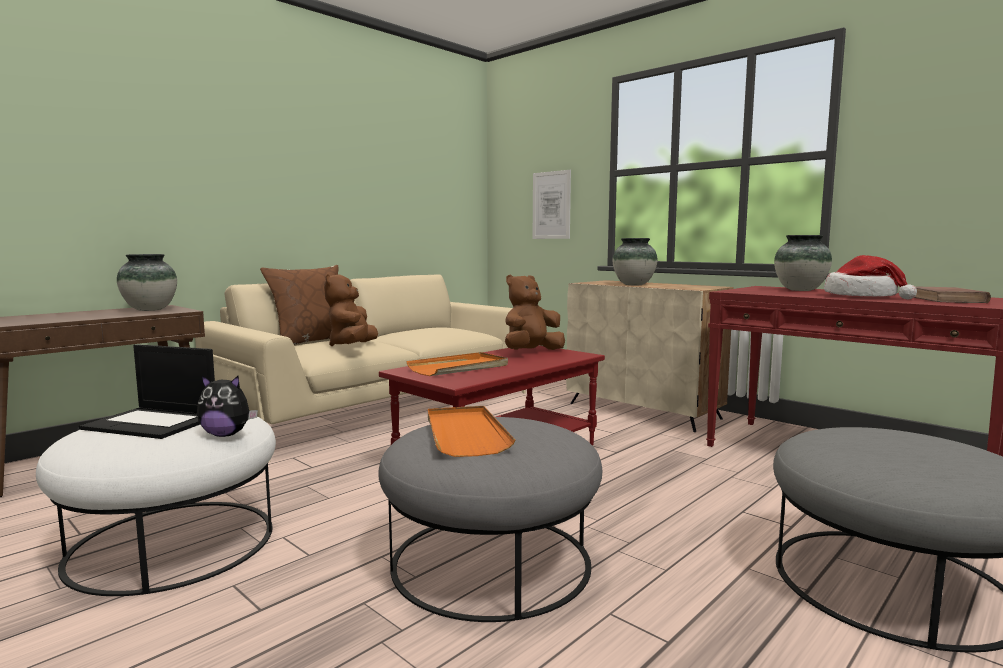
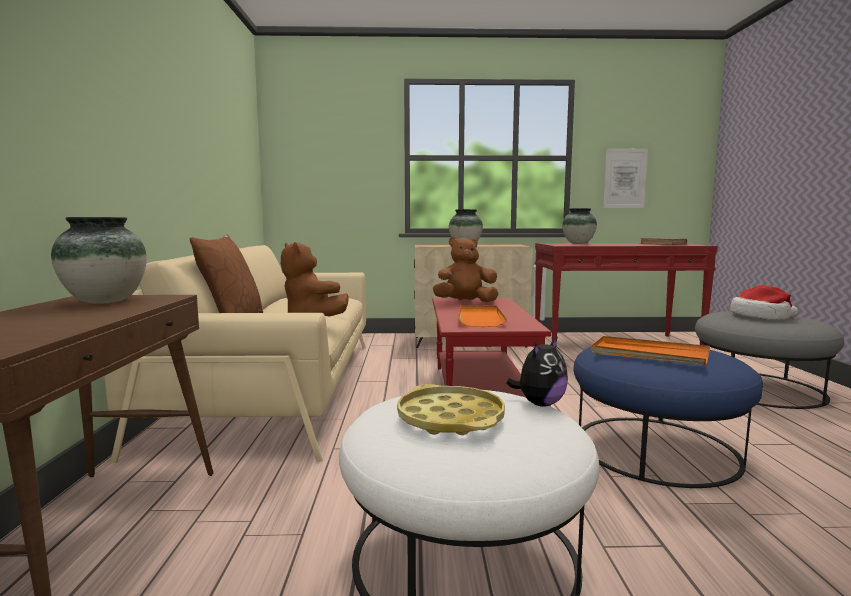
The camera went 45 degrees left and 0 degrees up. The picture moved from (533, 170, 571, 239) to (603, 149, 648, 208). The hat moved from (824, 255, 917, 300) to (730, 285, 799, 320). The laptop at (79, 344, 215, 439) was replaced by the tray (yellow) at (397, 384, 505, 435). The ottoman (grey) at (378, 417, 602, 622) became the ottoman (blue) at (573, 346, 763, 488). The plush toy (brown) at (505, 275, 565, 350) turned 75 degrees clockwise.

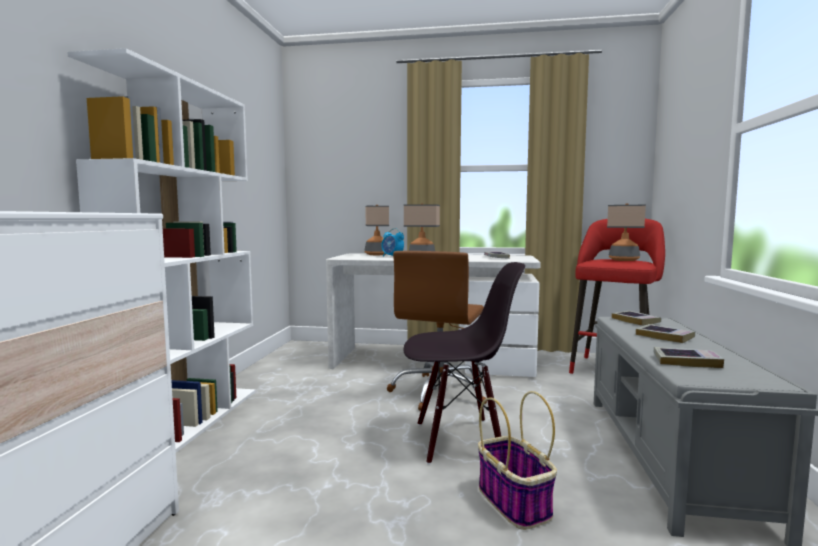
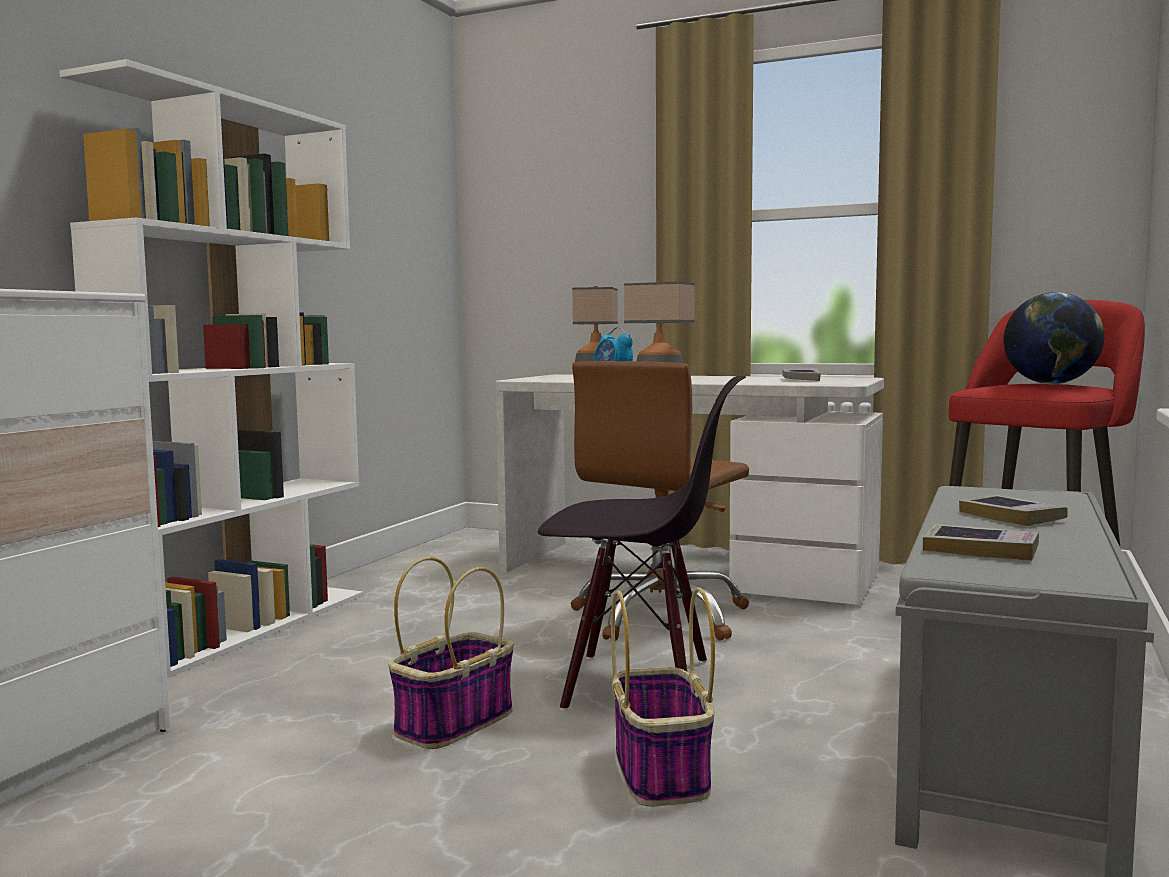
The camera went 15 degrees right and 0 degrees up. The book at (612, 311, 661, 326) disappeared. The basket at (388, 557, 514, 749) appeared. The table lamp at (607, 204, 646, 261) was replaced by the globe at (1004, 292, 1104, 384).

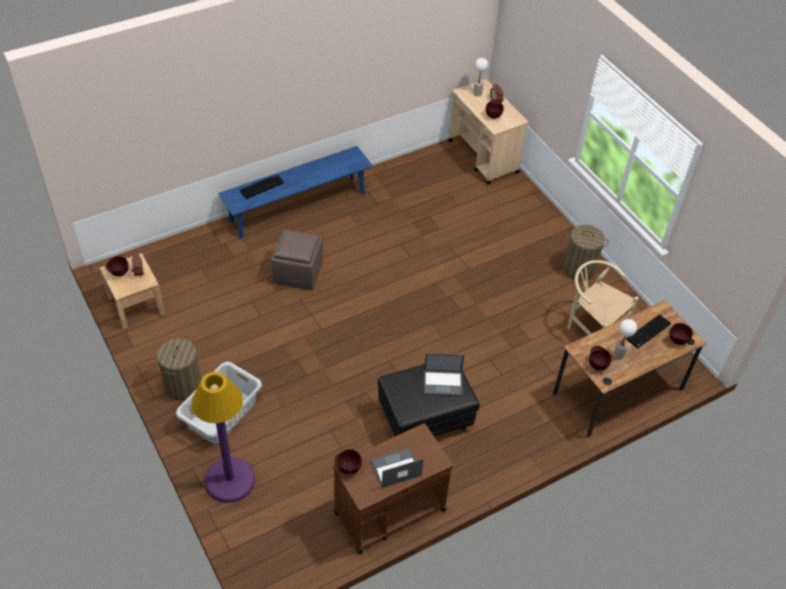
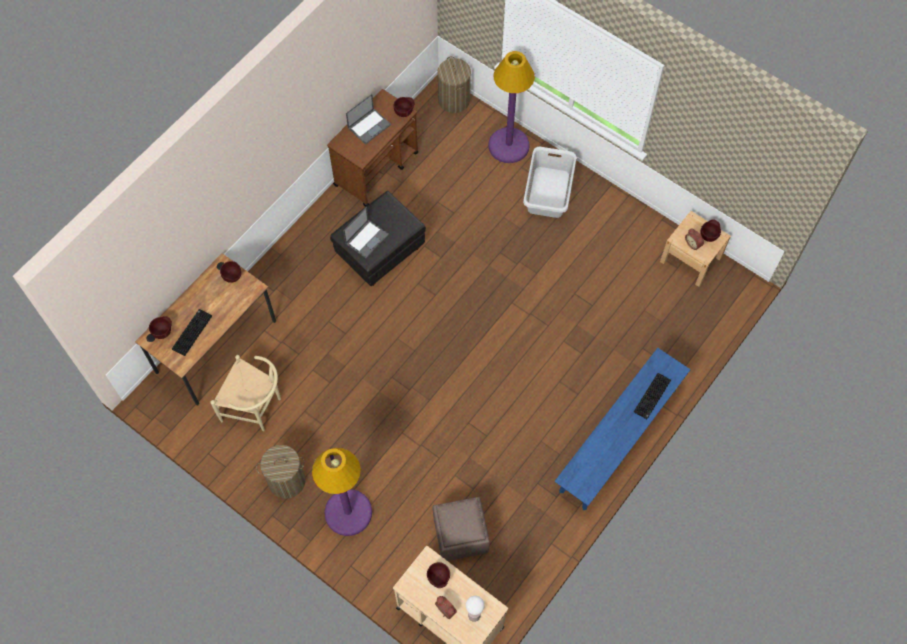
The camera went 160 degrees right and 15 degrees up. The table lamp at (613, 319, 637, 360) disappeared. The floor lamp (purple) at (312, 448, 372, 536) appeared. The laundry basket moved from (157, 336, 201, 401) to (437, 56, 471, 113). The ottoman (brown) moved from (271, 229, 323, 290) to (433, 497, 490, 561). The laptop at (424, 353, 464, 396) turned 150 degrees clockwise.

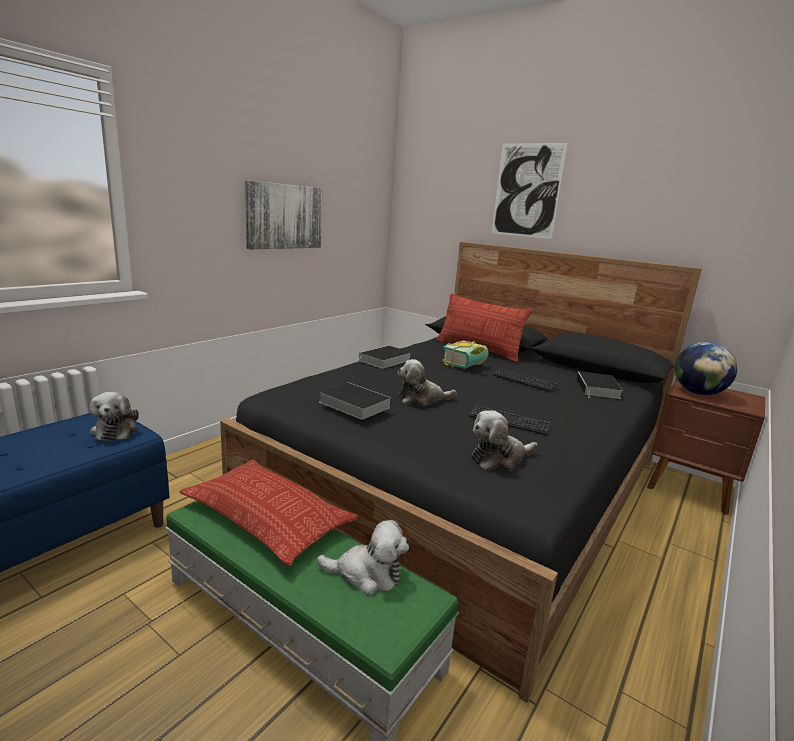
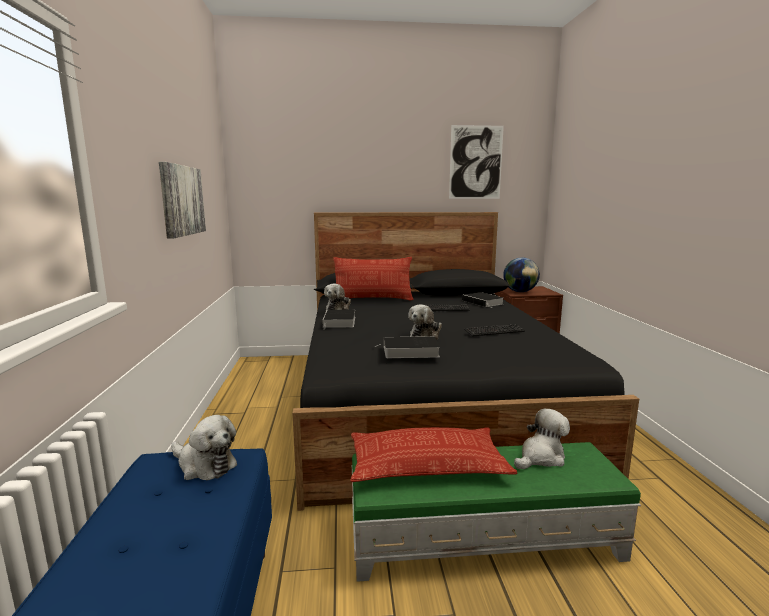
The camera went 40 degrees left and 5 degrees down. The book at (442, 340, 488, 369) disappeared. The plush toy moved from (471, 410, 538, 471) to (324, 284, 351, 311). The picture moved from (492, 143, 568, 239) to (449, 125, 504, 199).

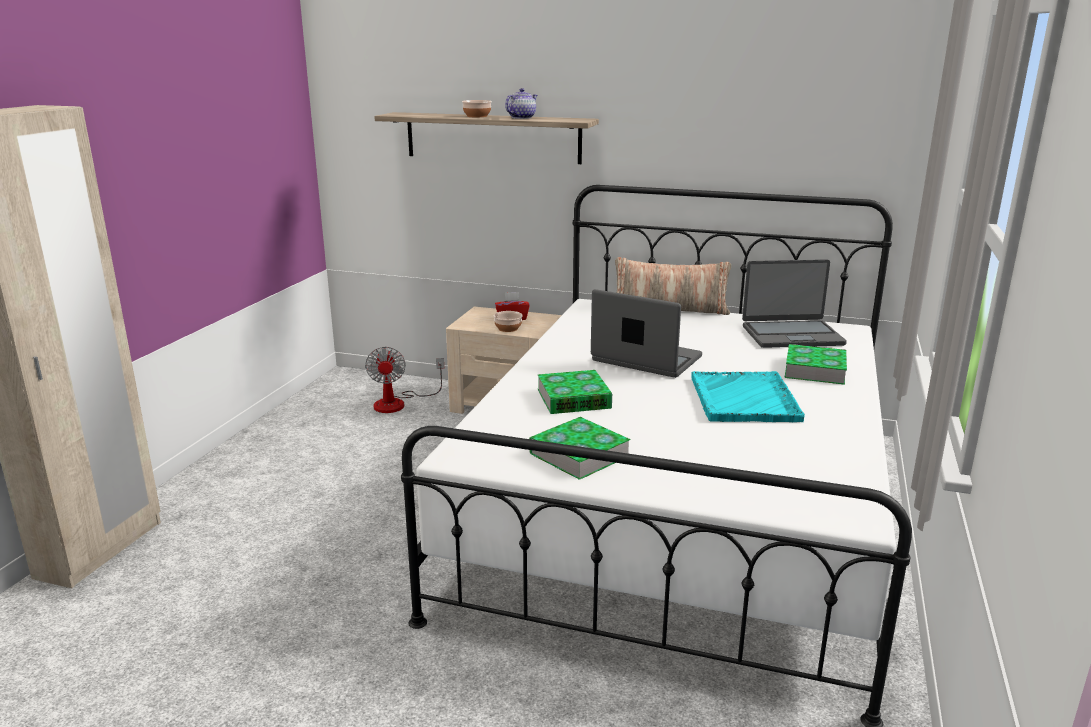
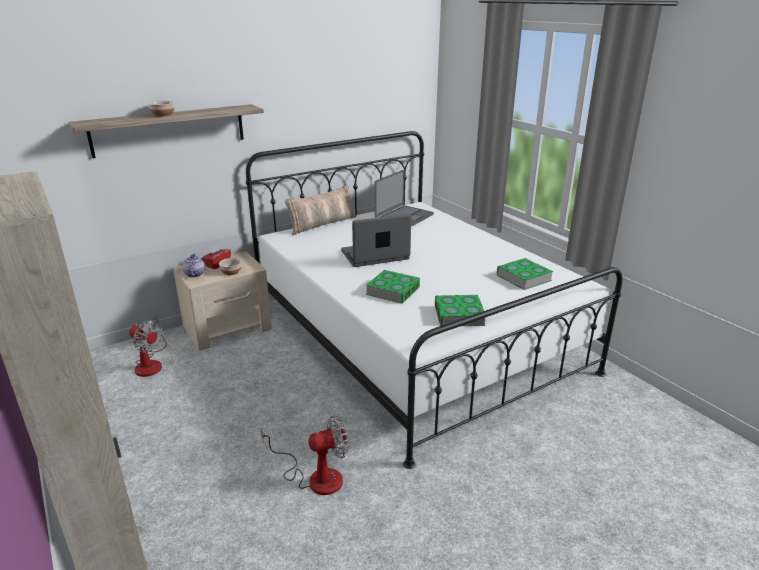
The camera went 50 degrees left and 5 degrees up. The tray (turquoise) at (691, 371, 805, 422) disappeared. The fan at (261, 416, 349, 495) appeared. The teapot moved from (505, 88, 537, 119) to (182, 254, 205, 277). The book moved from (785, 344, 847, 385) to (497, 258, 553, 290).

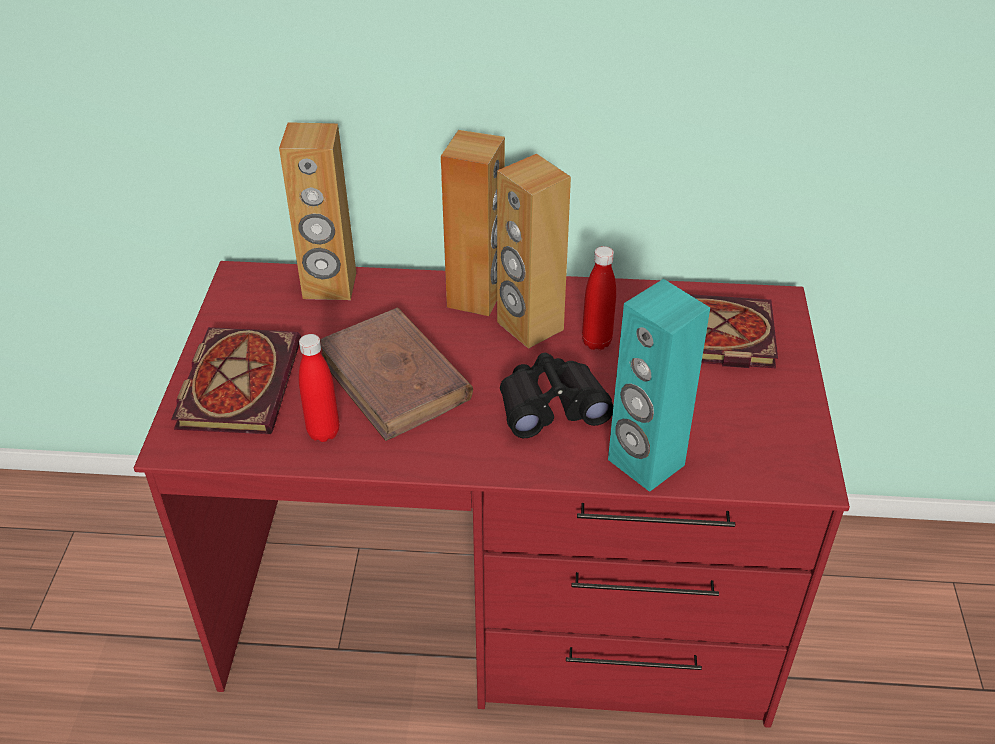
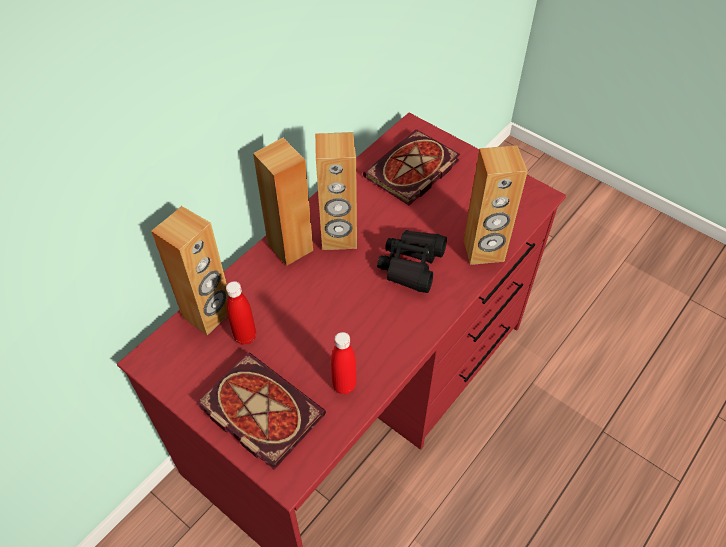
The camera went 55 degrees left and 10 degrees up. The book (brown) at (320, 308, 473, 441) disappeared. The bottle (red) moved from (582, 246, 616, 350) to (226, 281, 256, 345). The speaker (turquoise) at (608, 279, 710, 492) became the speaker (brown) at (464, 145, 528, 265).

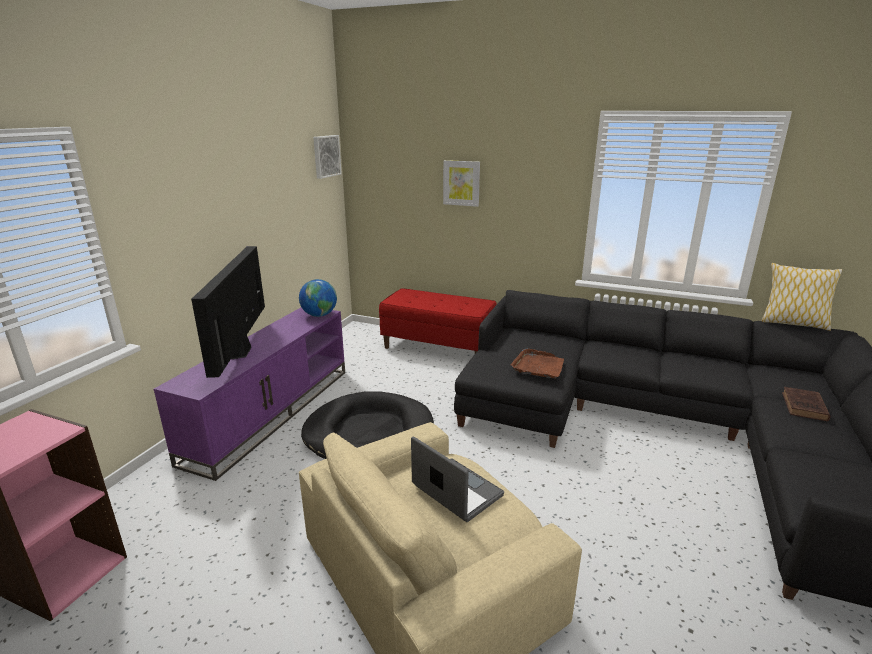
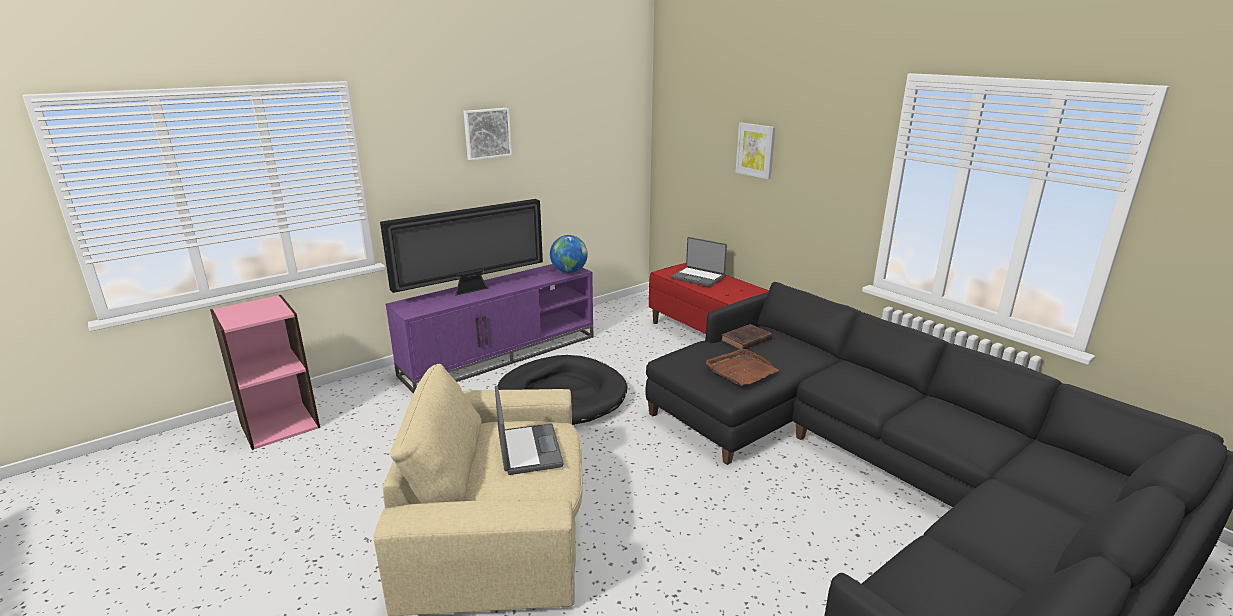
The camera went 30 degrees right and 0 degrees up. The pillow at (762, 263, 842, 331) disappeared. The laptop at (671, 237, 727, 287) appeared. The picture moved from (313, 135, 342, 179) to (463, 108, 512, 161). The book (brown) moved from (782, 387, 831, 421) to (721, 324, 772, 349). The television at (191, 246, 265, 378) turned 150 degrees counterclockwise.

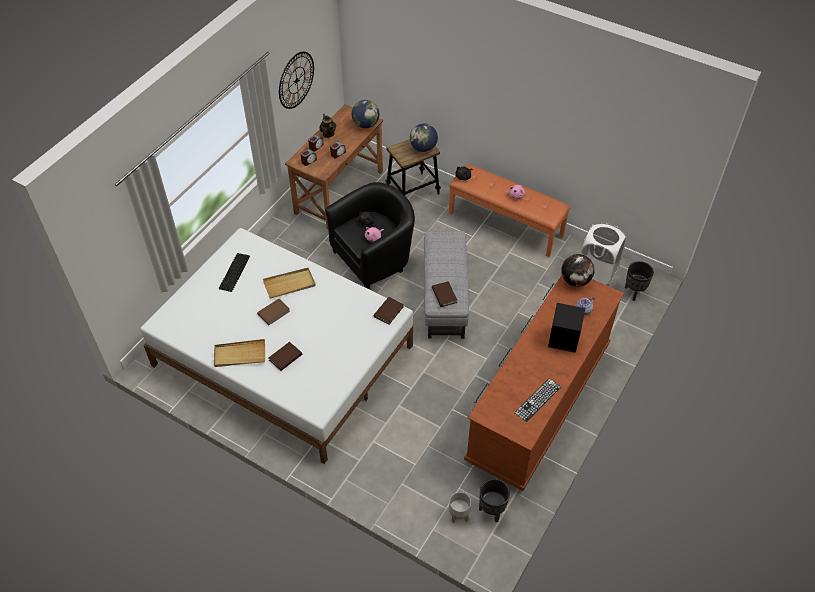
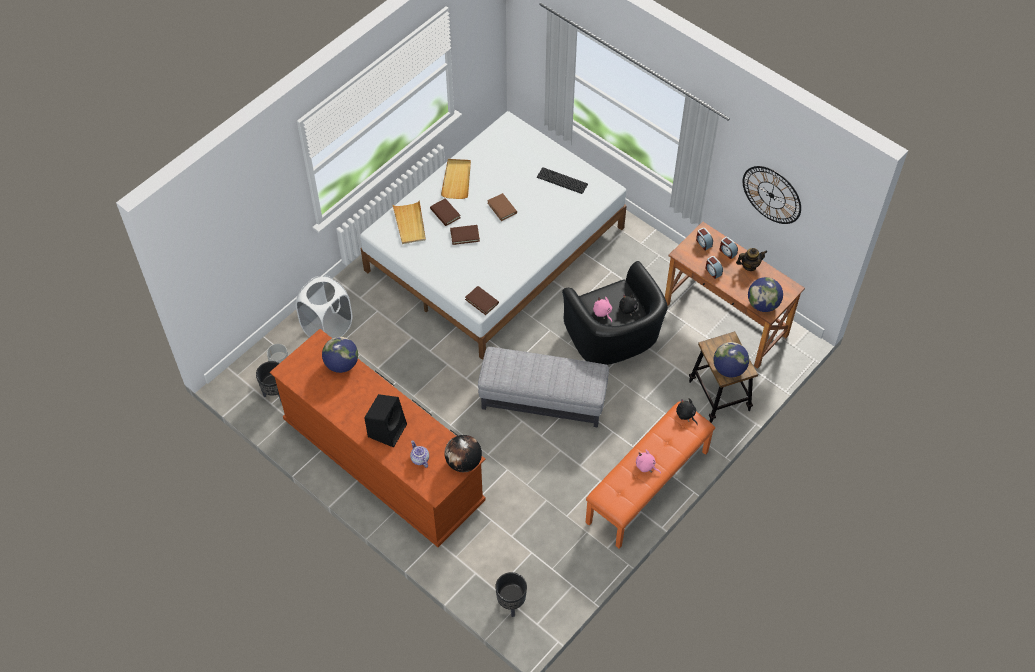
The camera went 100 degrees right and 5 degrees up. The keyboard at (514, 378, 561, 422) disappeared. The globe at (322, 337, 358, 373) appeared. The tray (beige) moved from (263, 268, 315, 299) to (392, 200, 426, 244). The book (brown) moved from (432, 281, 458, 307) to (450, 225, 480, 245). The laundry basket (white) moved from (580, 223, 627, 285) to (296, 275, 353, 338).

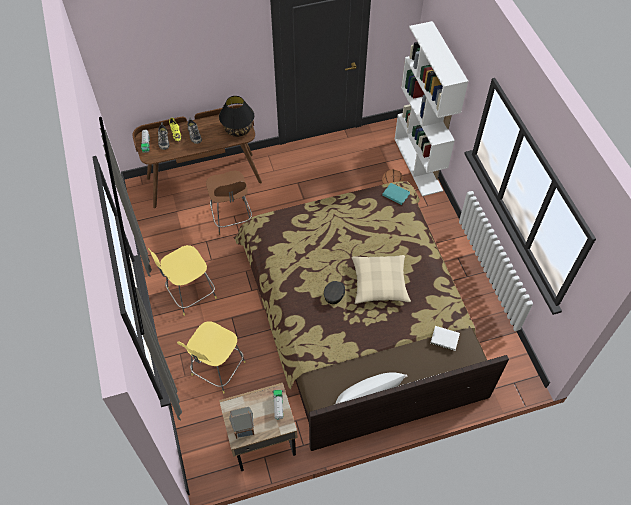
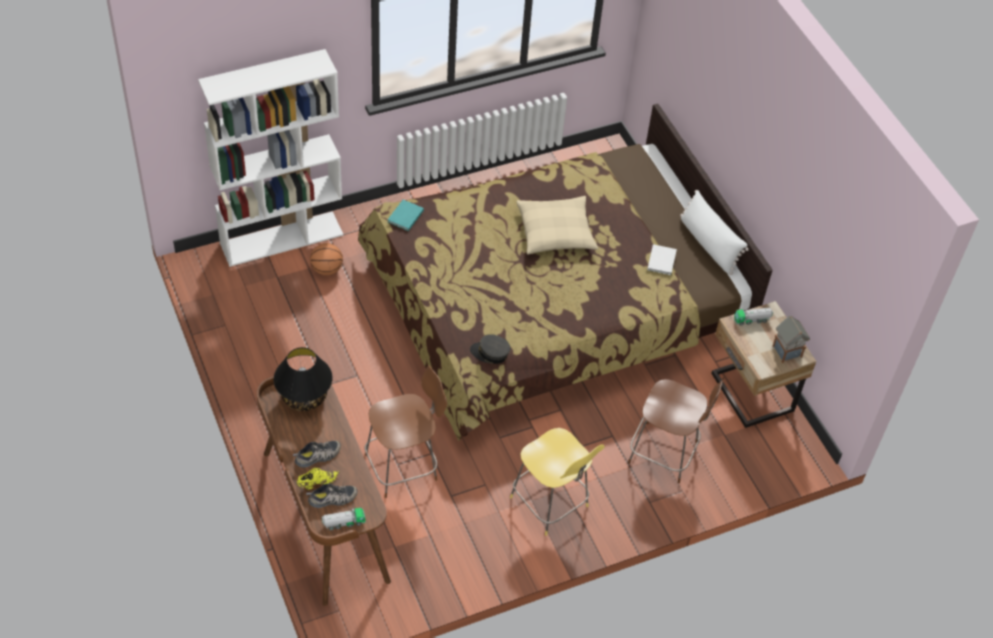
The camera went 100 degrees left and 5 degrees down. The cap (grey) moved from (324, 281, 345, 304) to (470, 334, 511, 364). The book (white) moved from (430, 326, 460, 351) to (647, 244, 677, 275). The stool (yellow) at (177, 321, 246, 394) became the stool (brown) at (628, 377, 725, 483).

